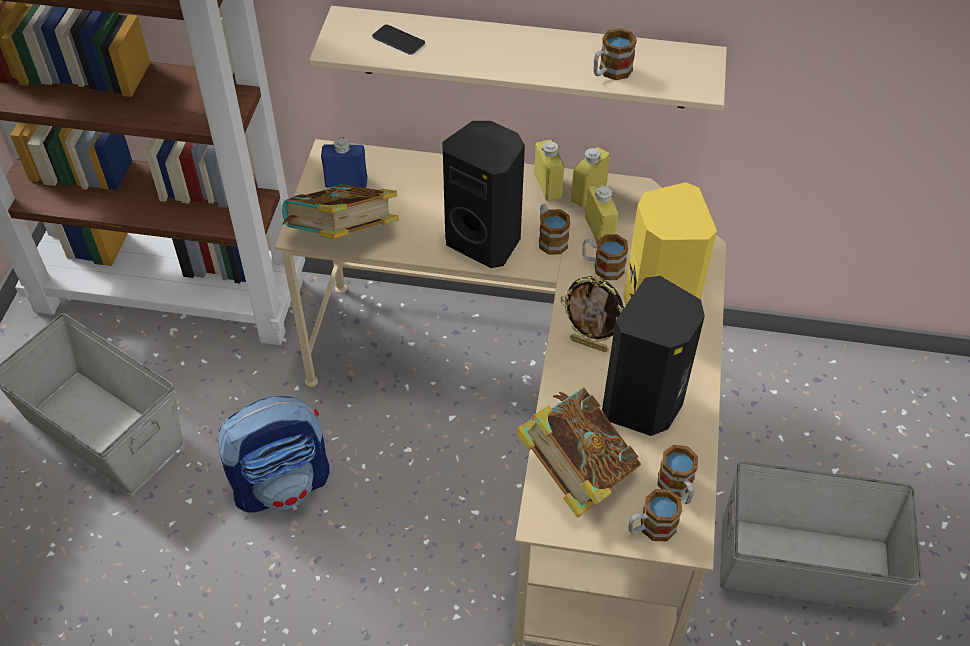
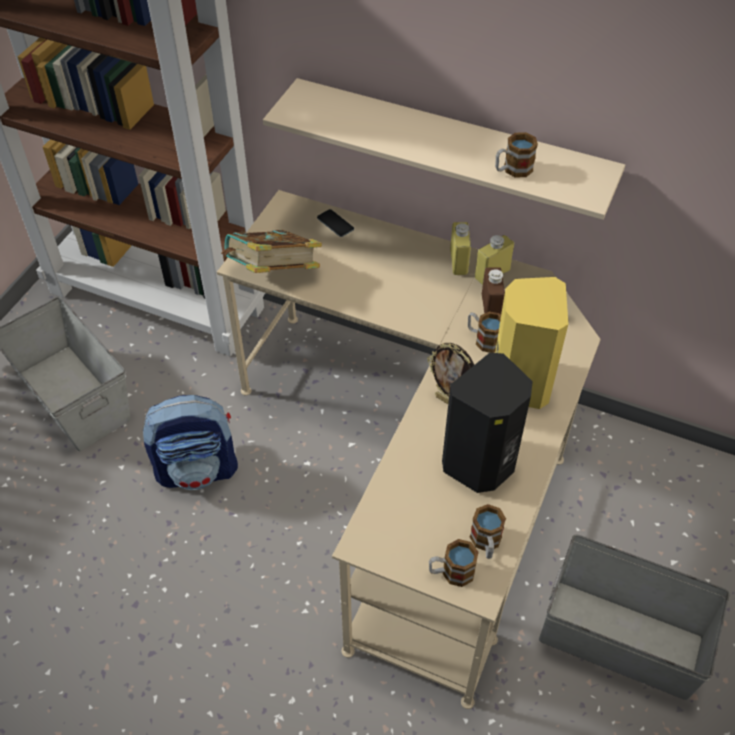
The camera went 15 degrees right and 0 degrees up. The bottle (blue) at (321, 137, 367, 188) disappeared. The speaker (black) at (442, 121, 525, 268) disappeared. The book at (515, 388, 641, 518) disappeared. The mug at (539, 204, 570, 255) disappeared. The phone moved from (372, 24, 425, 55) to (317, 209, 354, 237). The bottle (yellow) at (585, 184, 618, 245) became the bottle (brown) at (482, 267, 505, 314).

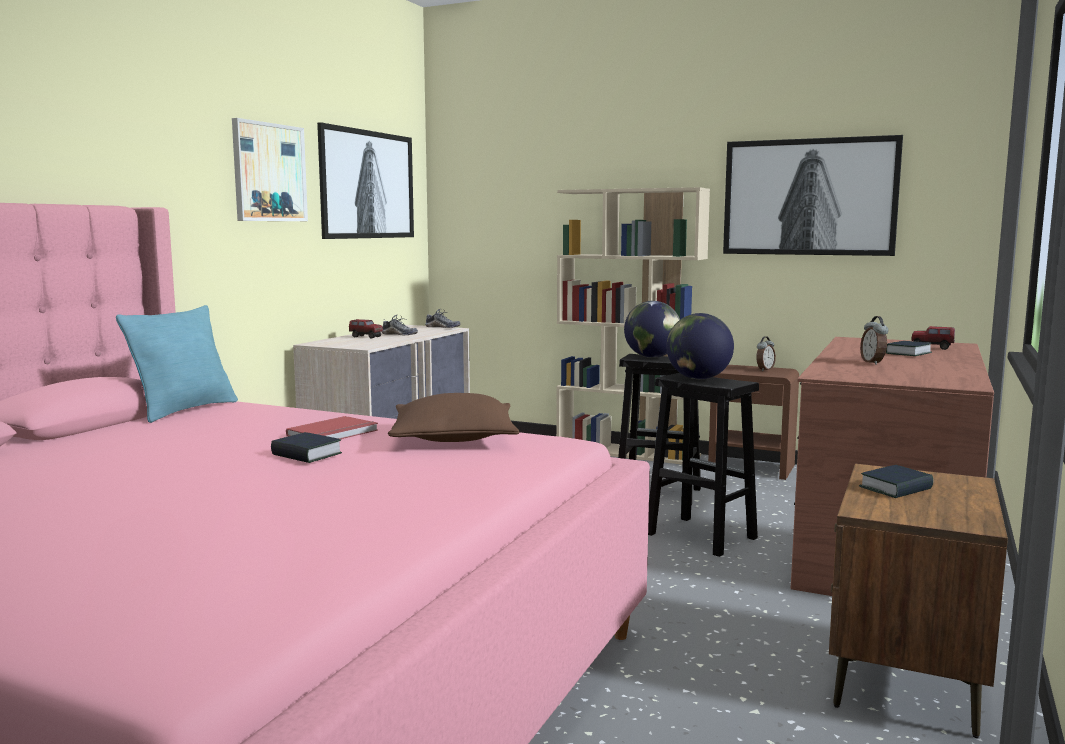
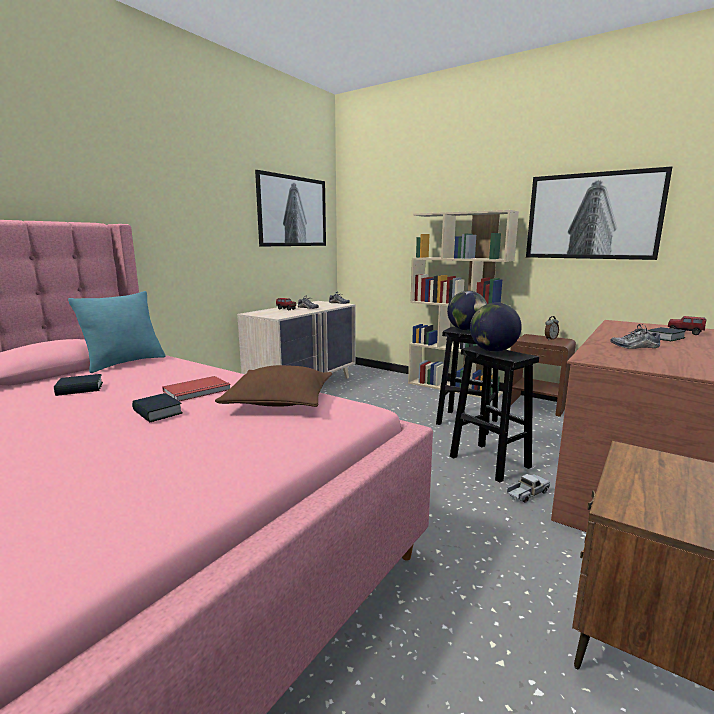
The camera went 10 degrees right and 5 degrees up. The picture at (232, 118, 308, 221) disappeared. The toy truck at (507, 474, 550, 503) appeared. The book moved from (859, 465, 933, 498) to (54, 374, 103, 396). The alarm clock at (860, 316, 889, 365) was replaced by the shoe at (610, 324, 660, 349).

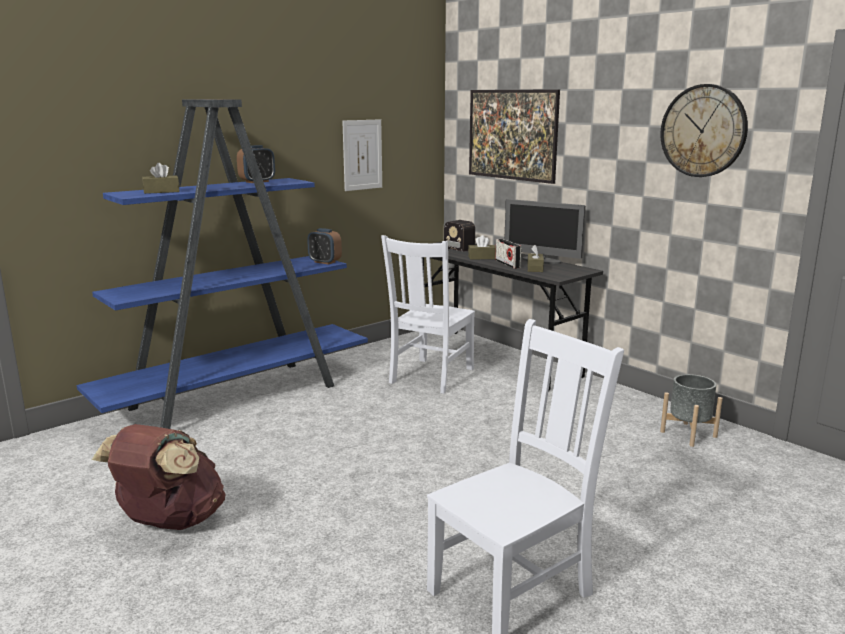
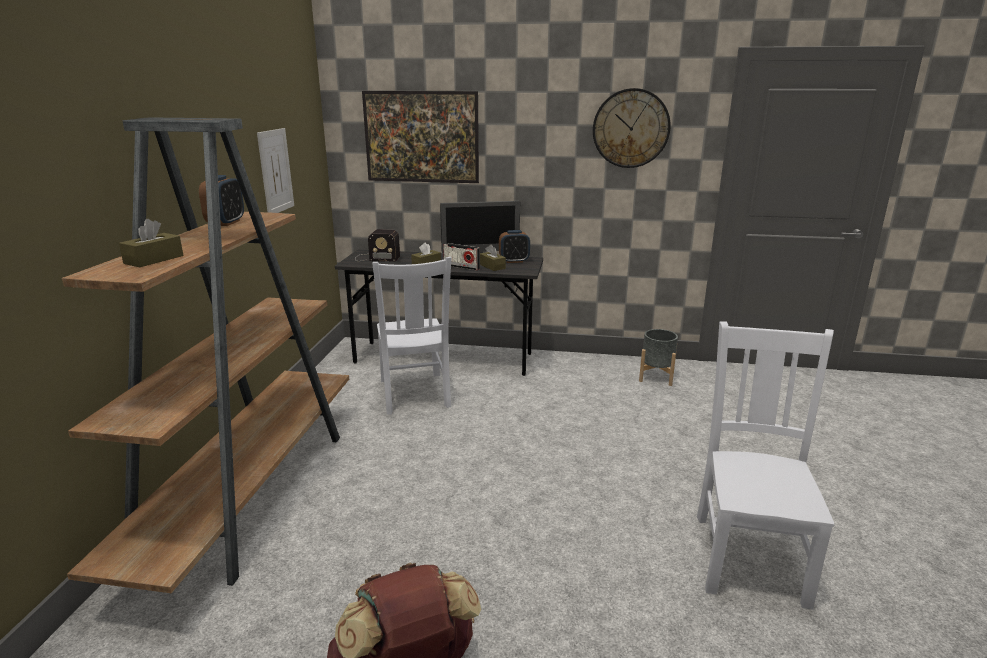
The camera went 40 degrees left and 5 degrees up. The alarm clock moved from (307, 228, 342, 265) to (499, 230, 530, 263). The bookcase (blue) at (77, 99, 368, 429) became the bookcase (brown) at (62, 117, 349, 593).

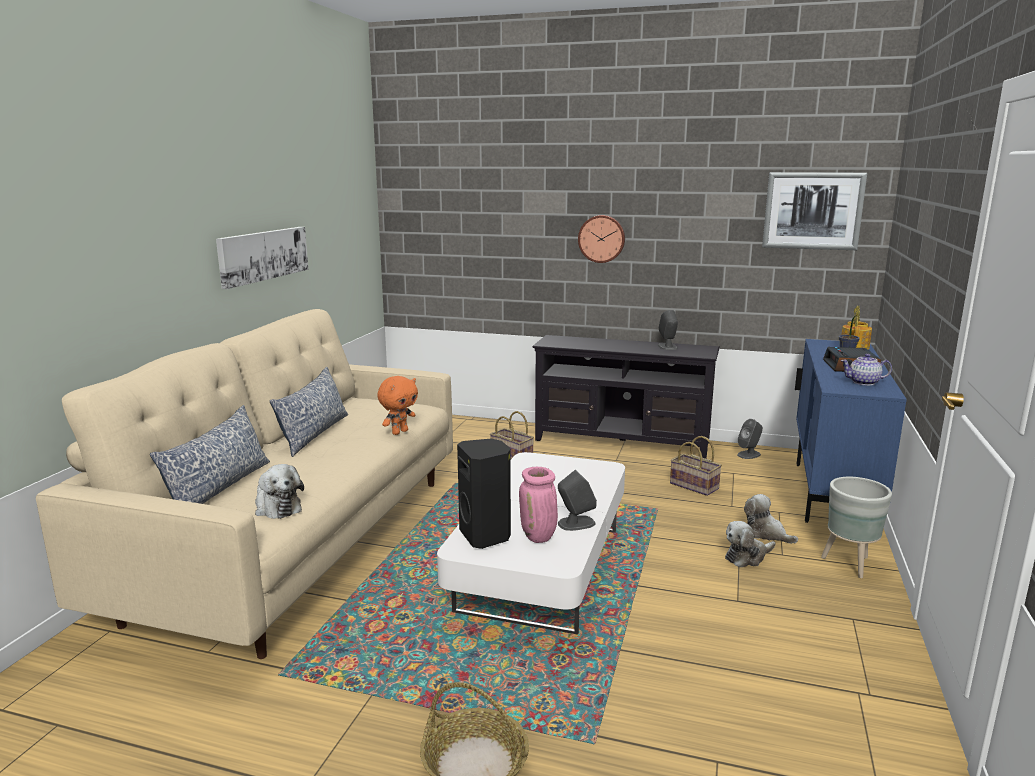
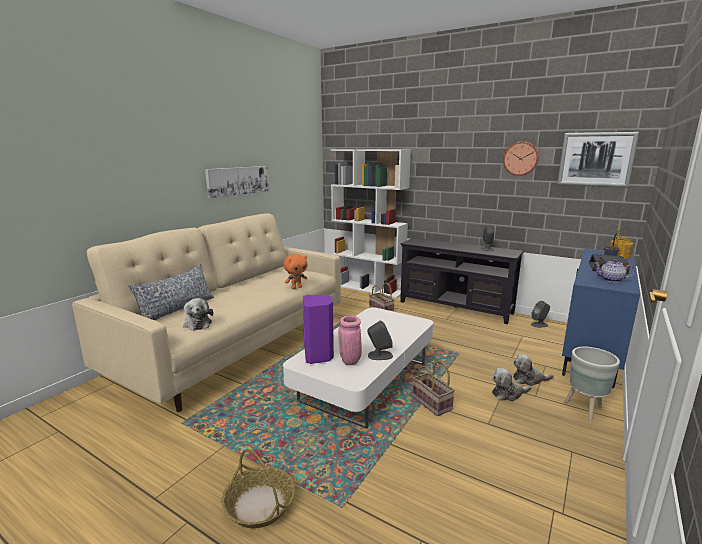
The camera went 15 degrees right and 0 degrees up. The pillow at (270, 367, 348, 457) disappeared. The bookcase (white) at (330, 149, 411, 298) appeared. The wall clock moved from (578, 215, 625, 263) to (503, 142, 539, 176). The basket moved from (670, 436, 722, 496) to (412, 360, 455, 416). The speaker (black) at (457, 439, 511, 549) became the speaker (purple) at (303, 295, 334, 364). The plush toy at (744, 494, 798, 544) turned 60 degrees counterclockwise.

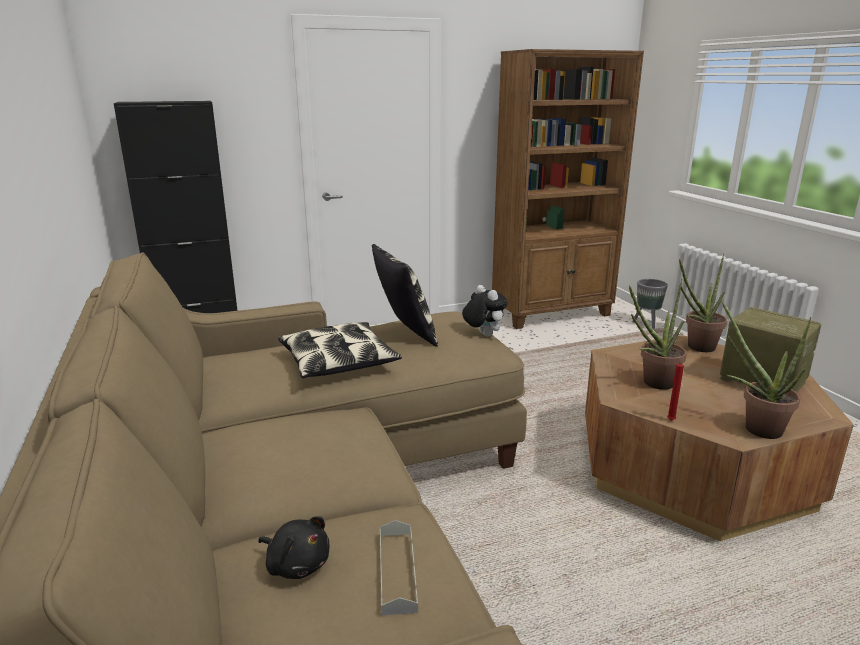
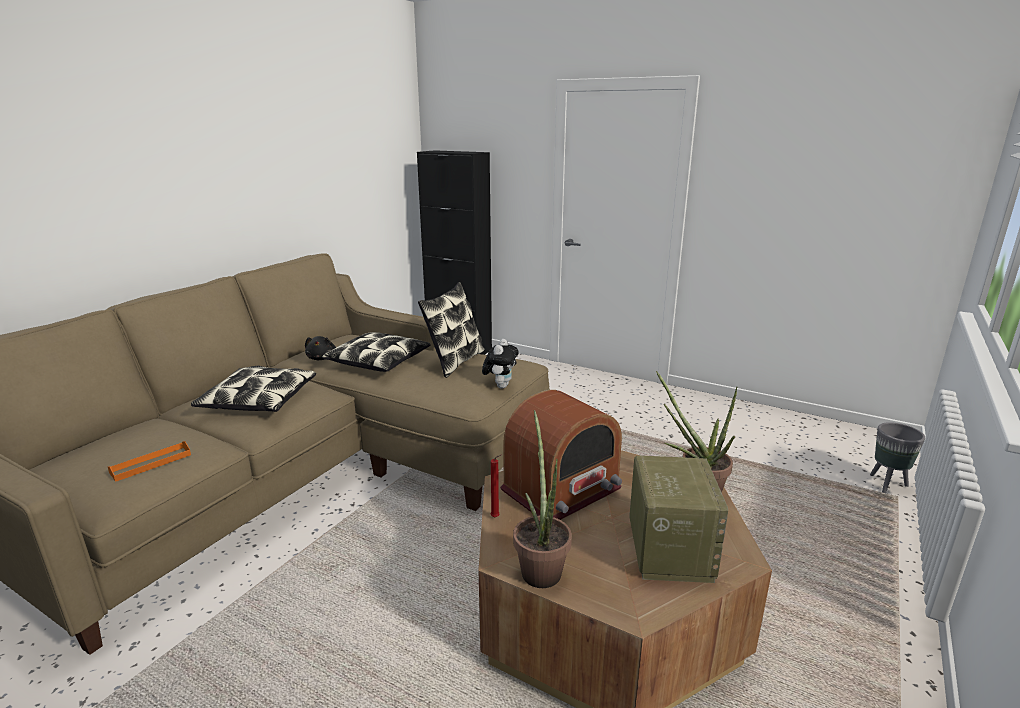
The camera went 50 degrees right and 0 degrees up. The bookcase (brown) at (492, 49, 644, 329) disappeared. The pillow at (191, 366, 316, 412) appeared. The plush toy (black) moved from (258, 516, 330, 579) to (305, 336, 336, 360). The potted plant at (629, 278, 687, 390) was replaced by the radio at (500, 390, 622, 520). The tray (grey) at (380, 520, 418, 615) became the tray (orange) at (108, 441, 191, 482).

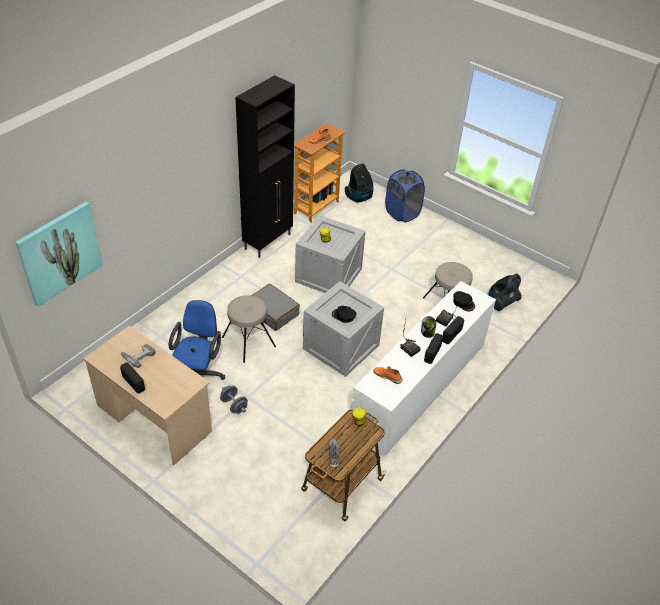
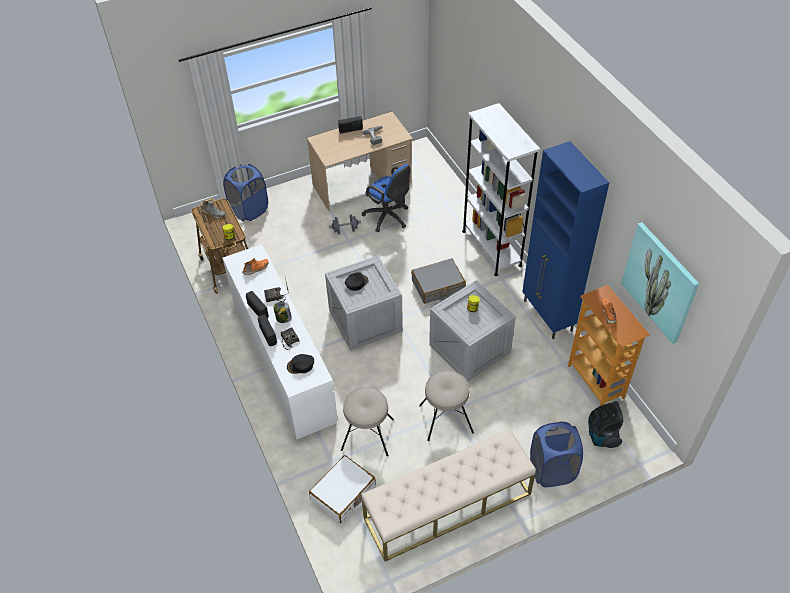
The camera went 120 degrees right and 5 degrees up. The laundry basket (blue) at (223, 164, 268, 221) appeared. The bench (beige) at (361, 430, 536, 562) appeared. The bookcase (white) at (462, 103, 540, 276) appeared. The picture moved from (15, 202, 103, 306) to (621, 222, 699, 344). The stool (beige) moved from (222, 295, 276, 363) to (419, 370, 474, 441). The vacuum cleaner at (488, 274, 522, 311) was replaced by the suitcase (white) at (309, 455, 376, 523). The cabinet (black) at (235, 75, 295, 258) became the cabinet (blue) at (522, 141, 609, 339).

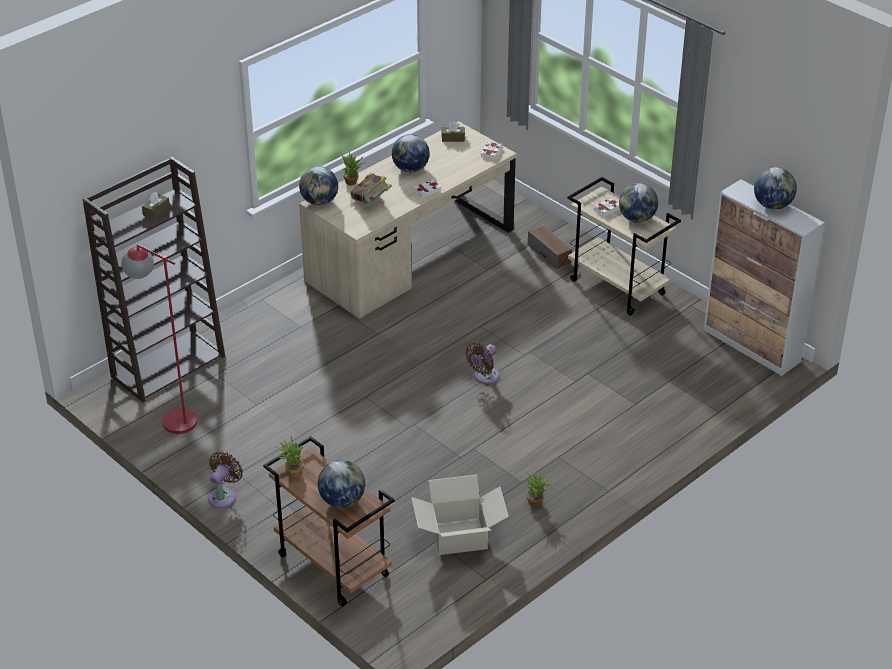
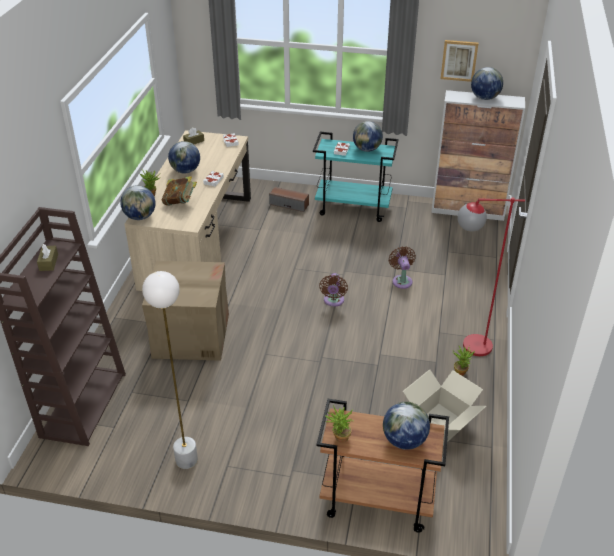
The camera went 35 degrees left and 0 degrees up. The cardboard box at (142, 261, 229, 361) appeared. The floor lamp (white) at (142, 271, 198, 469) appeared. The picture at (441, 40, 479, 82) appeared. The floor lamp (red) moved from (121, 244, 197, 434) to (457, 197, 525, 356). The fan (brown) moved from (208, 451, 243, 508) to (389, 246, 416, 289). The cart (beige) at (567, 177, 681, 316) became the cart (turquoise) at (313, 132, 399, 222).

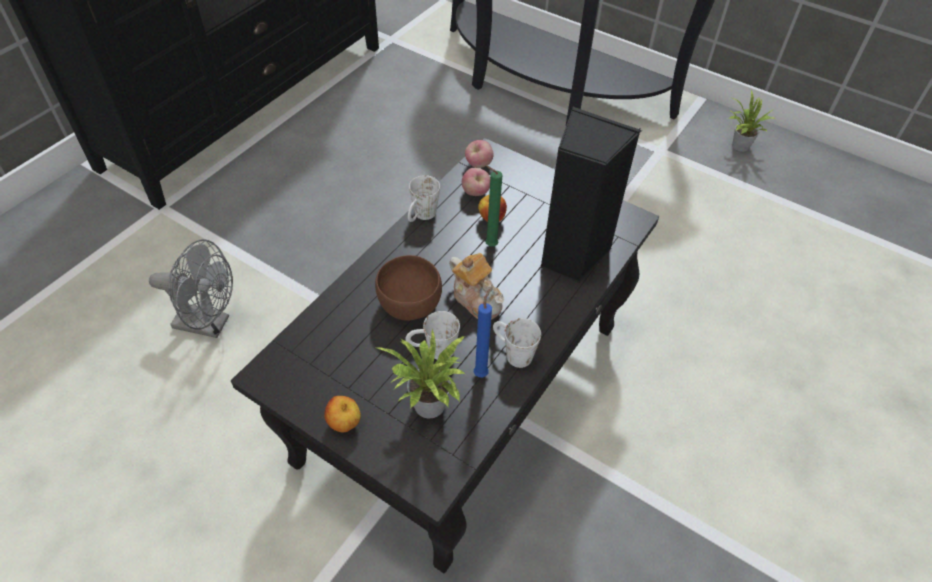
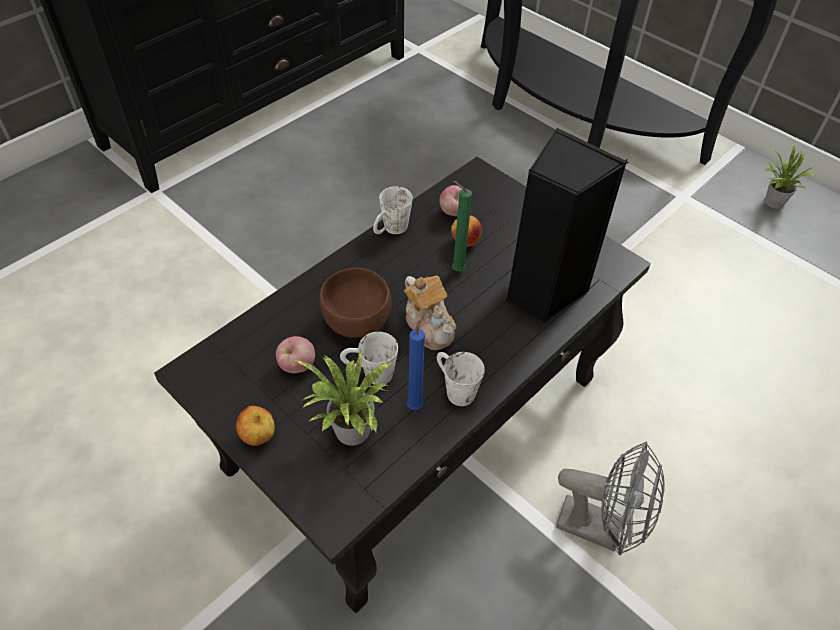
The camera went 10 degrees right and 0 degrees up. The fan (grey) moved from (149, 239, 233, 338) to (556, 442, 665, 555). The apple moved from (465, 140, 494, 168) to (276, 336, 315, 373).

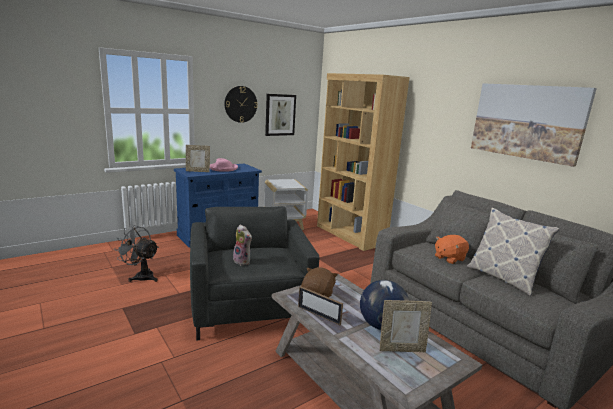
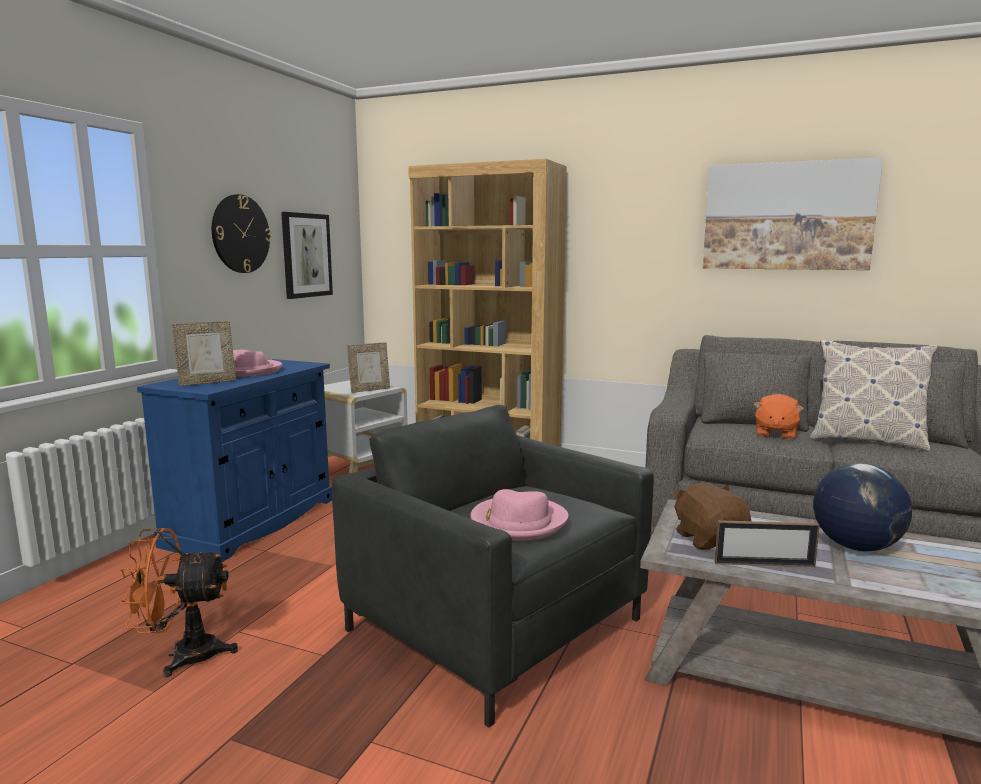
The camera went 30 degrees left and 5 degrees down. The picture frame moved from (380, 300, 432, 352) to (347, 342, 390, 393). The plush toy at (233, 224, 252, 265) was replaced by the hat (pink) at (471, 489, 568, 540). The fan (grey) at (116, 226, 159, 282) became the fan (orange) at (119, 528, 238, 677).

